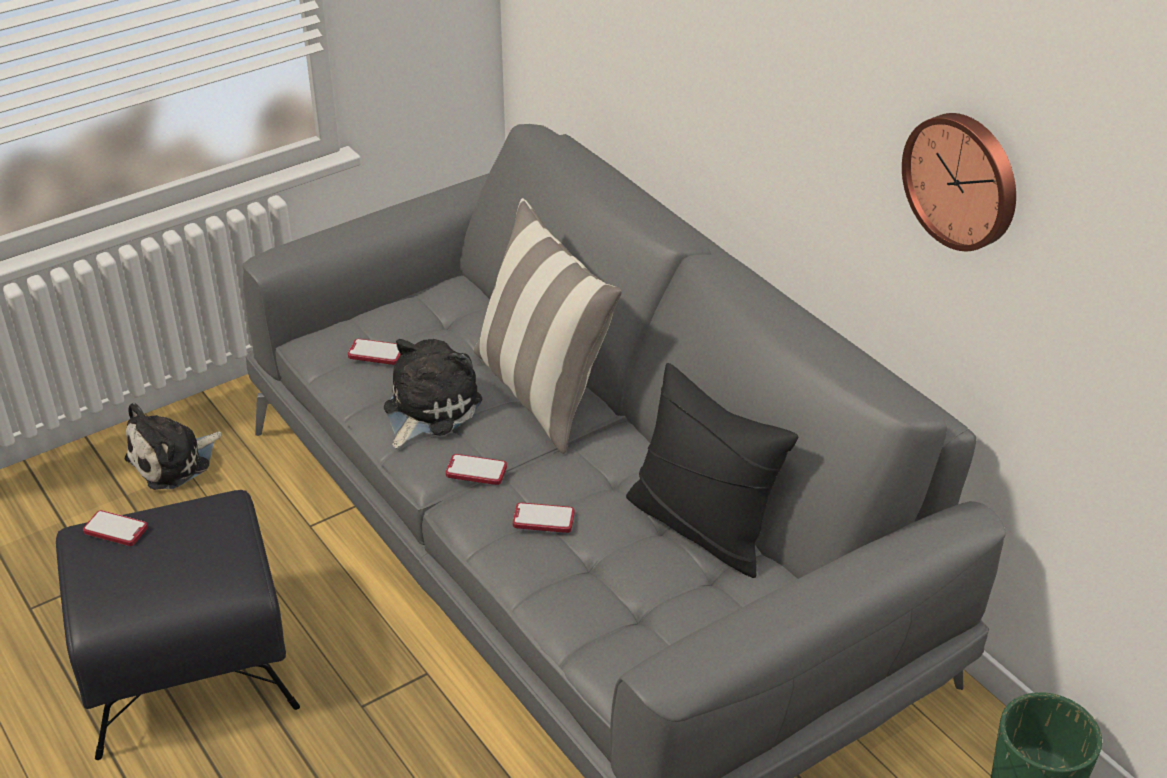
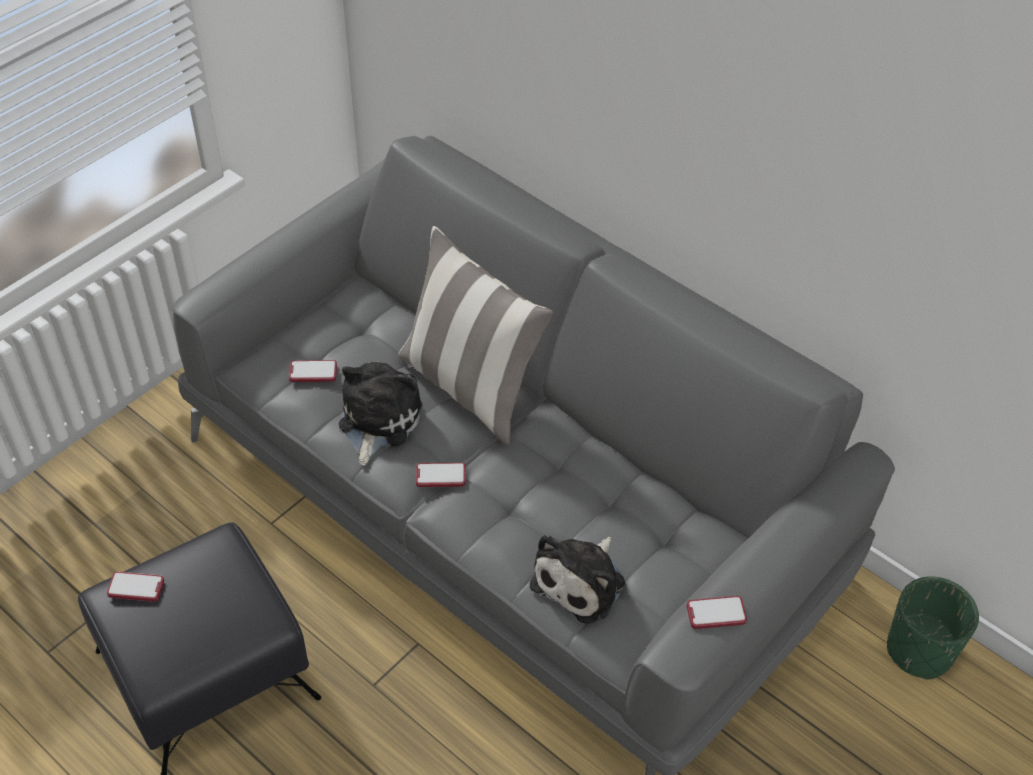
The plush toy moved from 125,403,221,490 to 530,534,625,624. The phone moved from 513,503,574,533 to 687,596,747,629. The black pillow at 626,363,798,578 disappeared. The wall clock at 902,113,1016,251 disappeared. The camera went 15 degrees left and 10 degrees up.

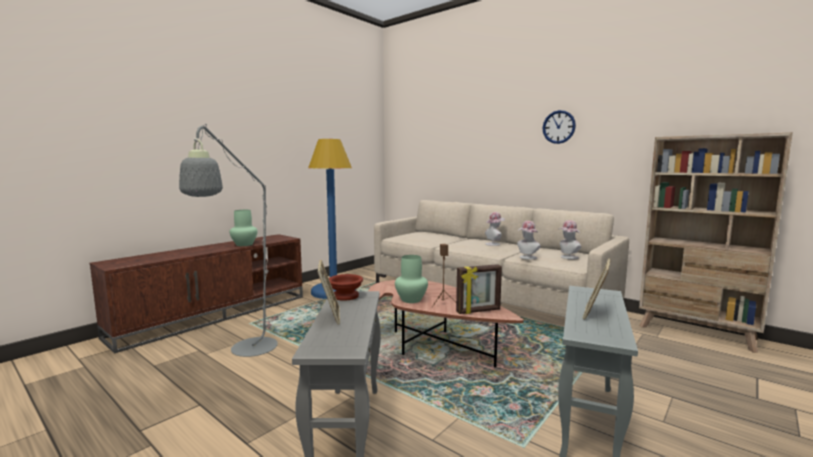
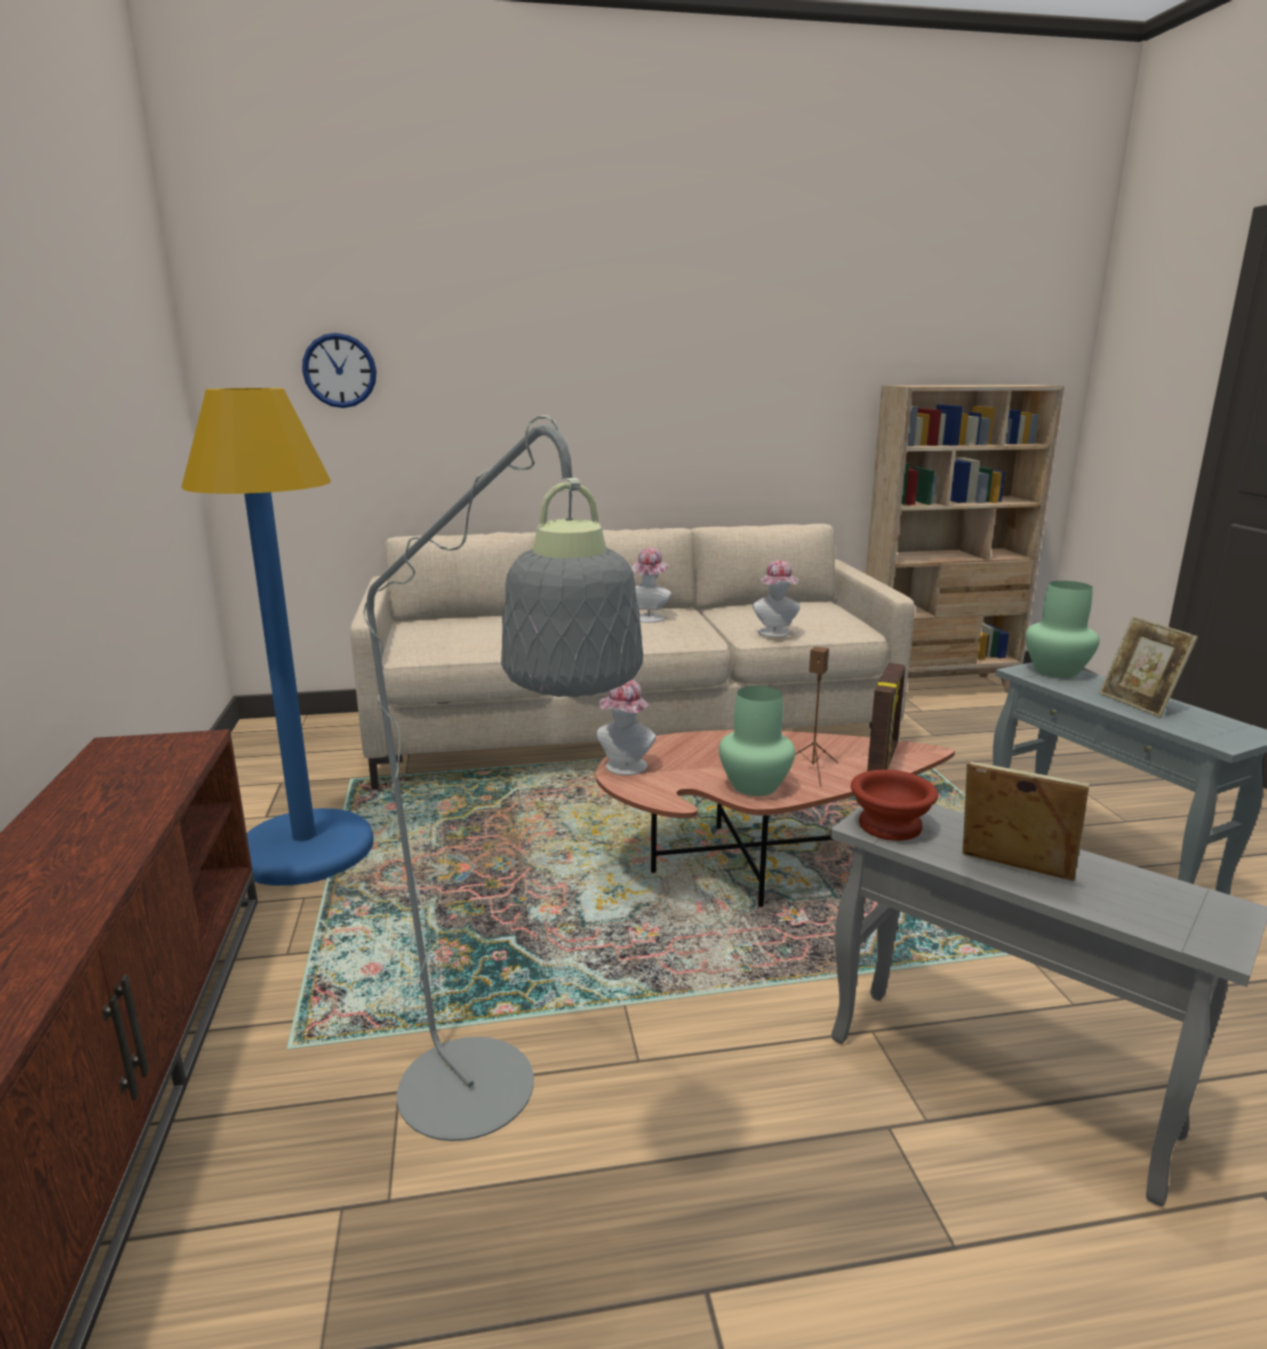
The wall clock moved from 543,110,576,144 to 302,333,377,408. The hat moved from 558,220,581,259 to 597,680,656,775. The green vase moved from 230,210,258,246 to 1025,581,1099,678. The camera went 50 degrees left and 10 degrees up.

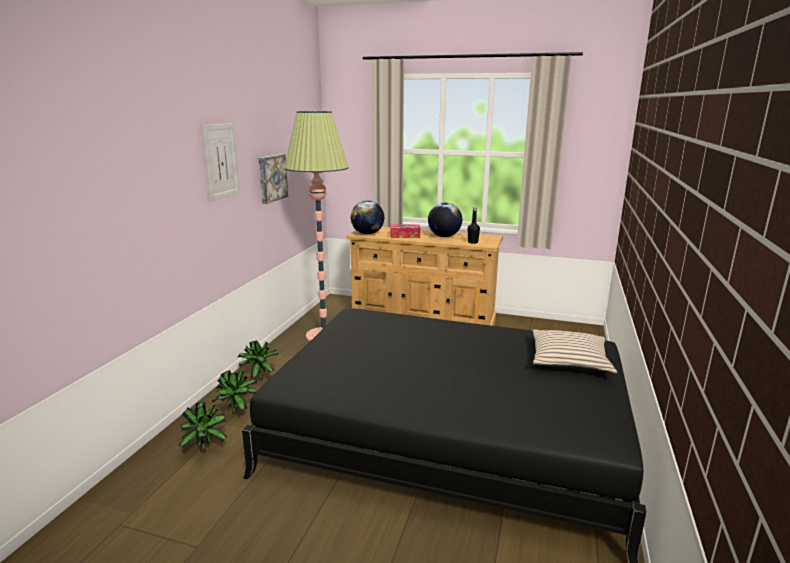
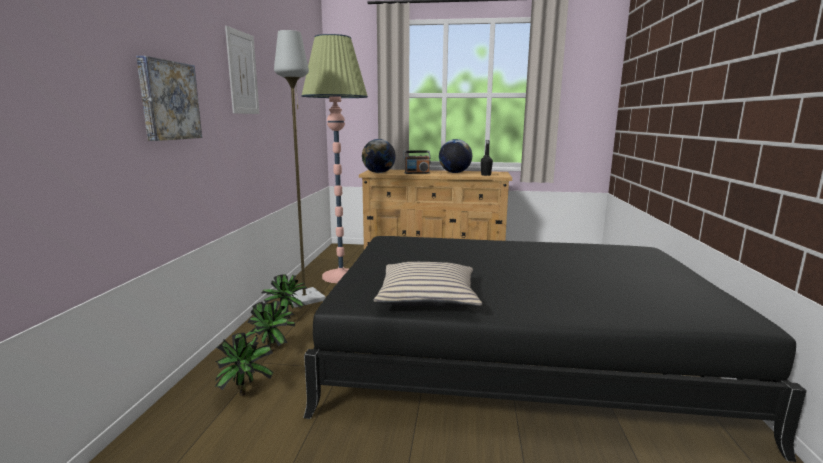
The picture moved from 259,154,288,204 to 136,56,202,141. The grey floor lamp at 274,30,326,308 appeared. The beige pillow moved from 532,329,617,374 to 374,262,482,308. The tissue box at 390,224,420,238 was replaced by the radio at 403,151,431,174. The camera went 10 degrees left and 5 degrees down.

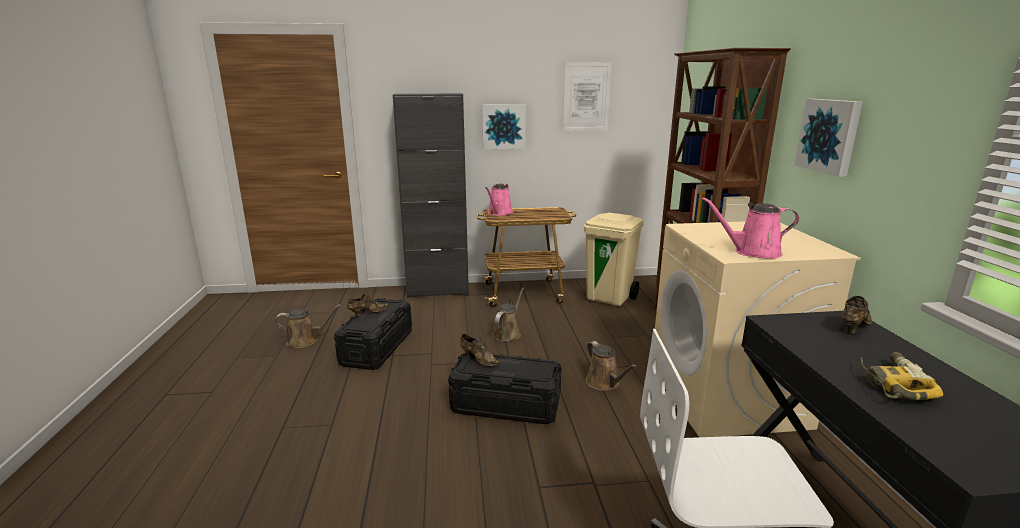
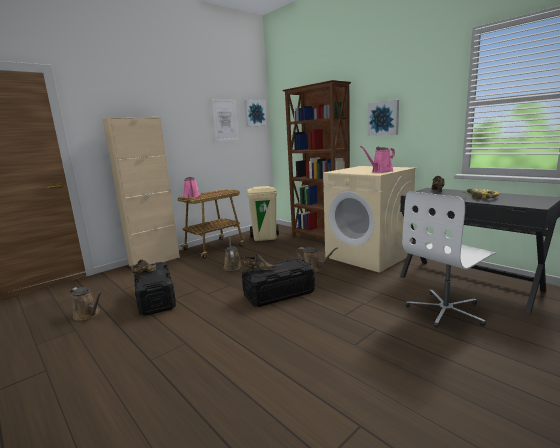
The brown watering can at 275,304,341,348 turned 75 degrees clockwise. The black cabinet at 393,93,469,298 became the beige cabinet at 103,117,180,267. The picture moved from 482,104,526,149 to 244,100,267,127. The camera went 35 degrees left and 5 degrees down.

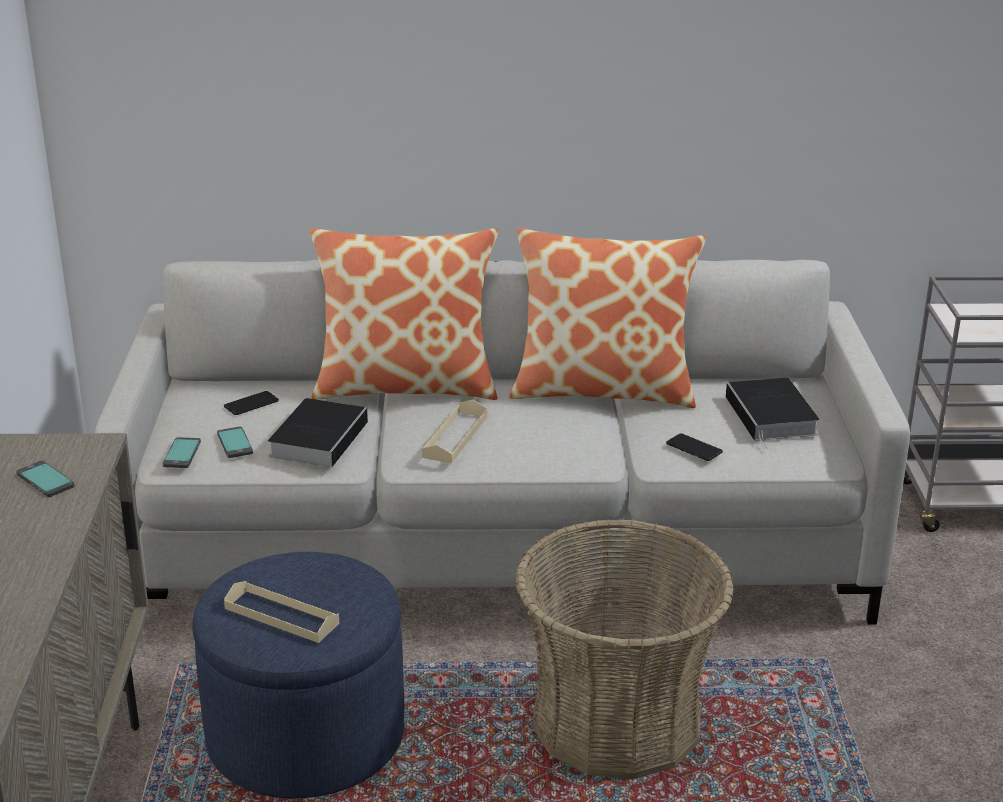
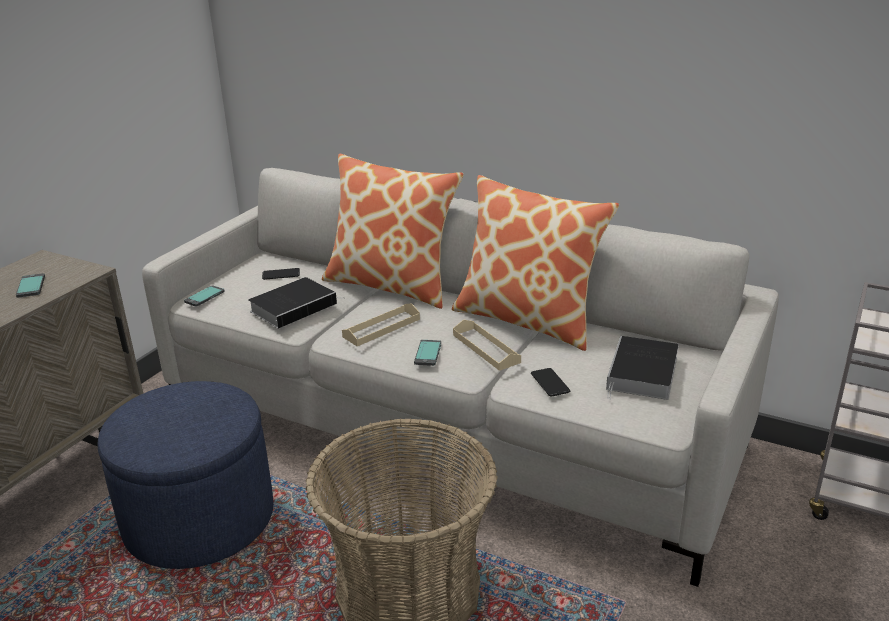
The phone moved from 217,426,253,458 to 414,340,441,366. The beige tray moved from 224,581,339,643 to 453,320,521,371. The camera went 30 degrees right and 0 degrees up.

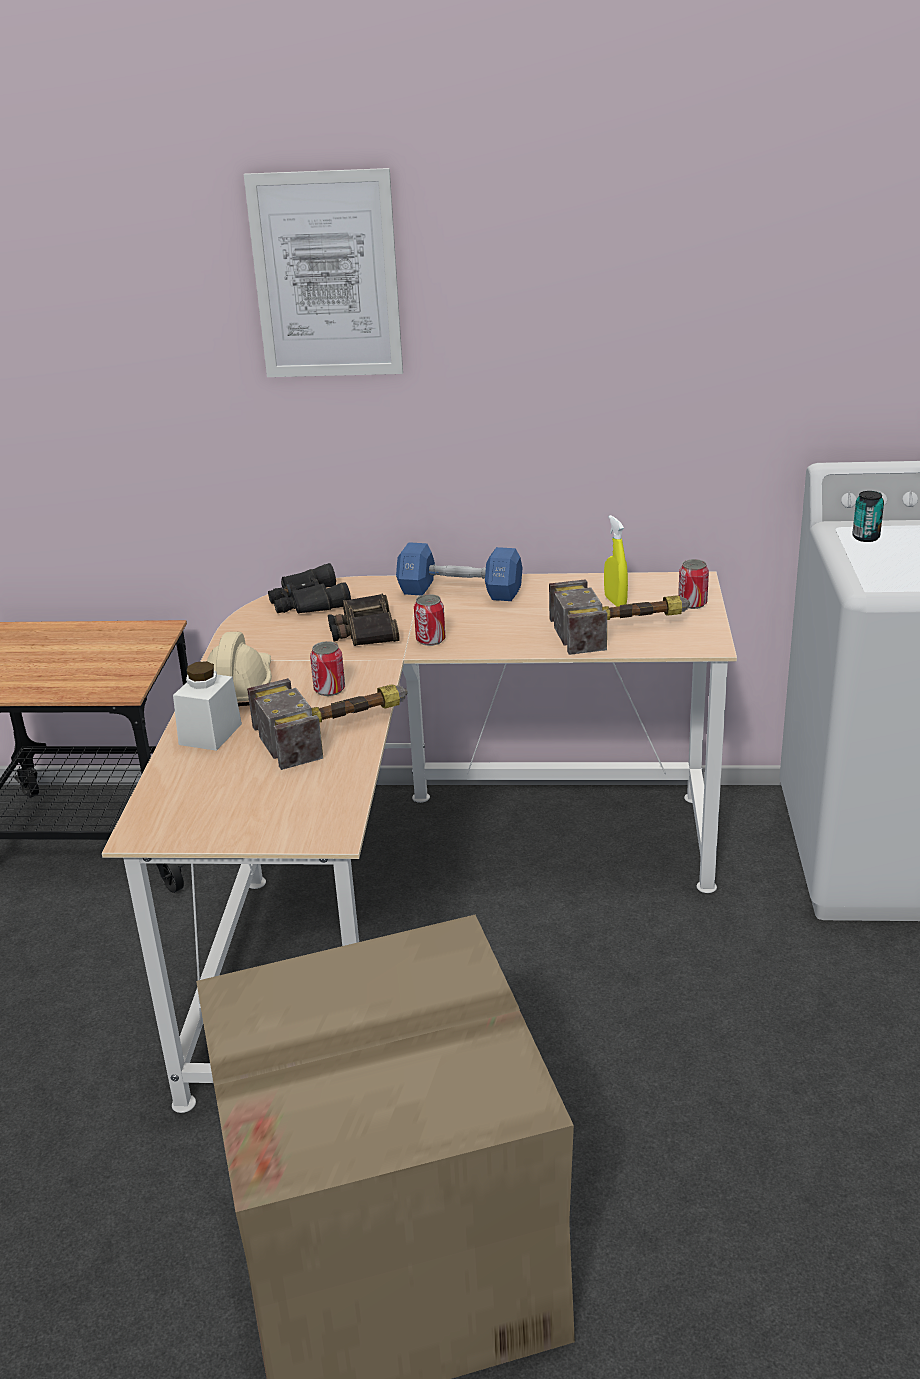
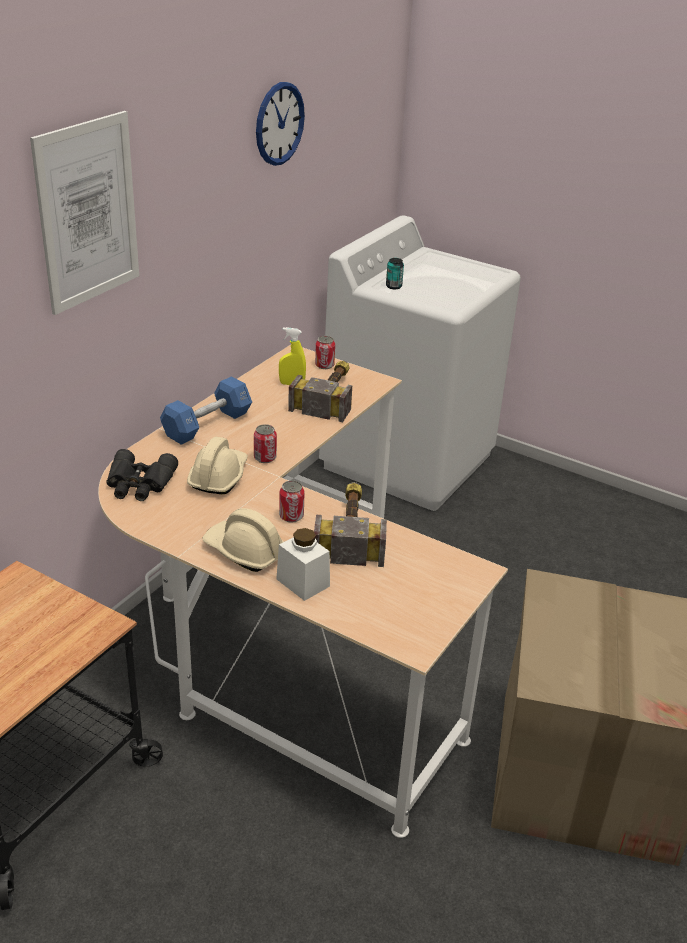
The binoculars at 328,593,400,646 was replaced by the beige hard hat at 187,437,248,494. The wall clock at 256,82,305,166 appeared. The camera went 65 degrees left and 5 degrees up.

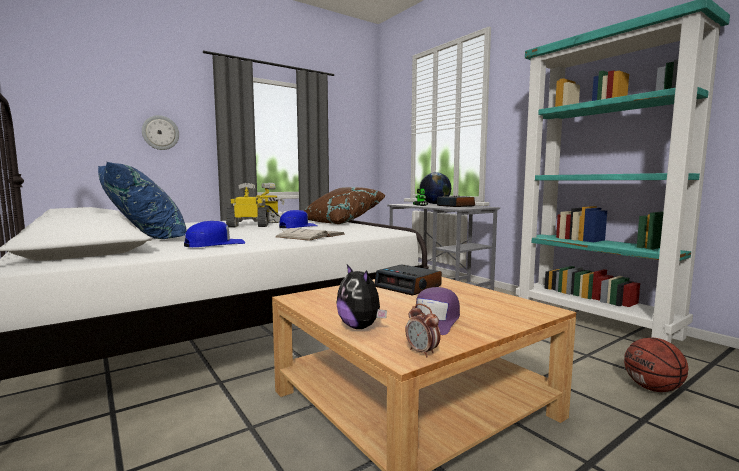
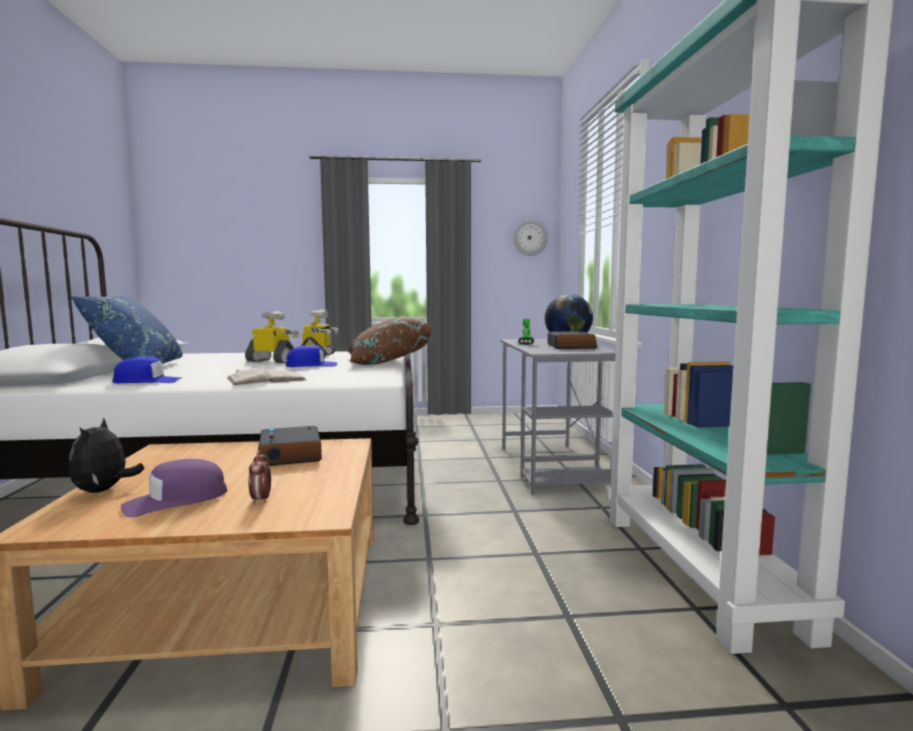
The alarm clock moved from 406,304,441,357 to 248,450,271,505. The wall clock moved from 142,115,179,150 to 513,220,548,256. The basketball at 624,338,688,392 disappeared. The camera went 30 degrees right and 0 degrees up.

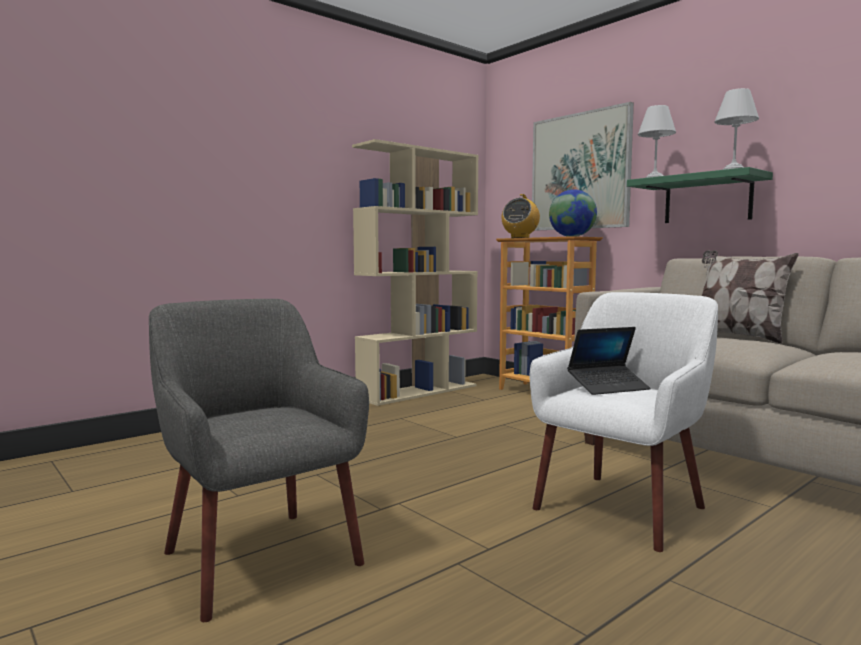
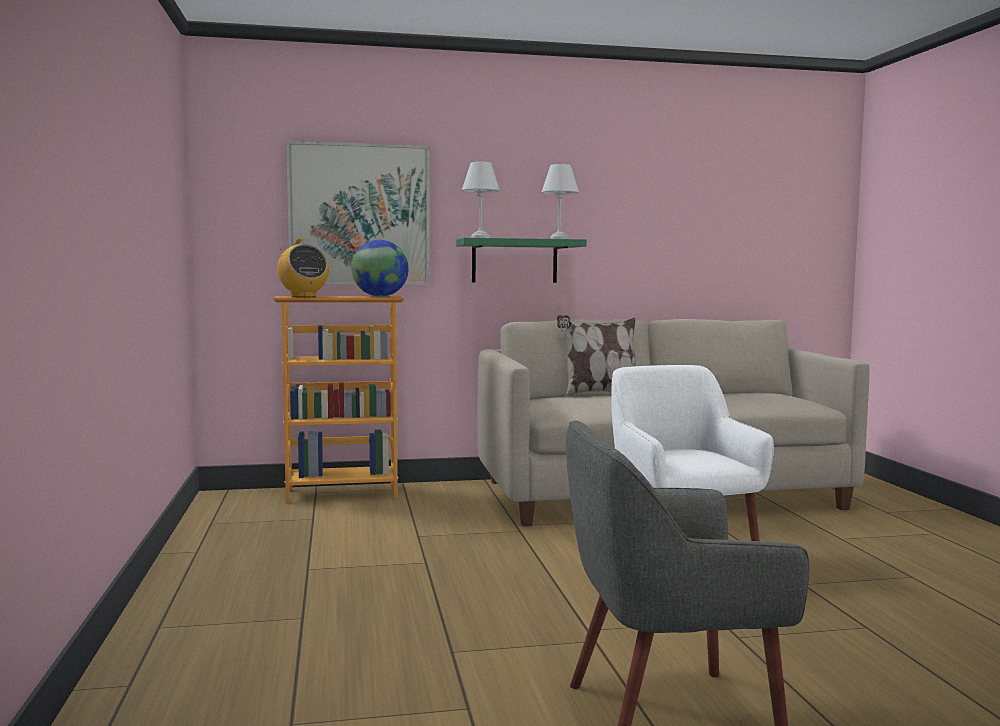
The beige bookcase at 352,139,479,406 disappeared. The laptop at 567,327,651,395 disappeared. The camera went 60 degrees left and 0 degrees up.

